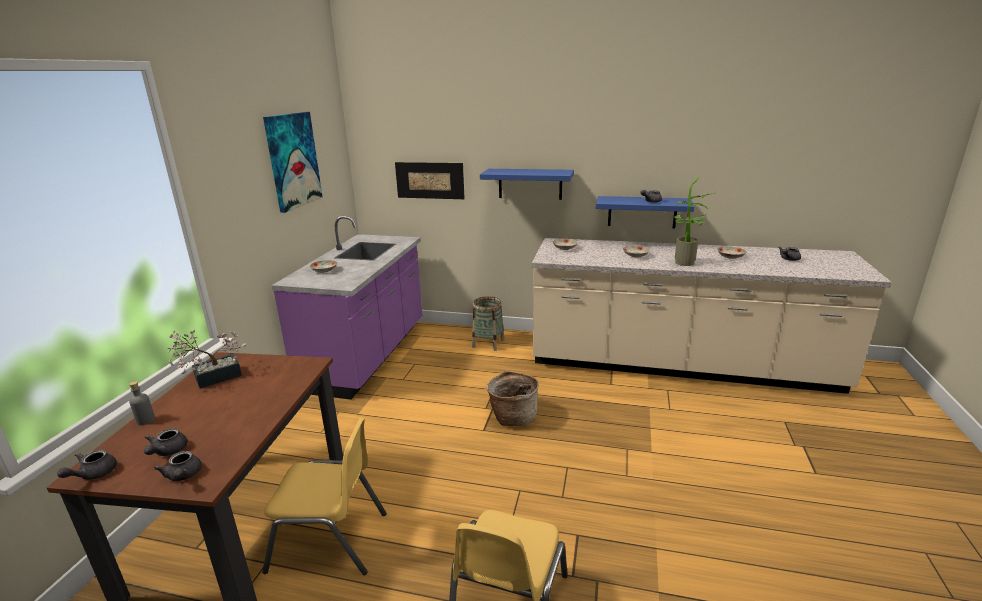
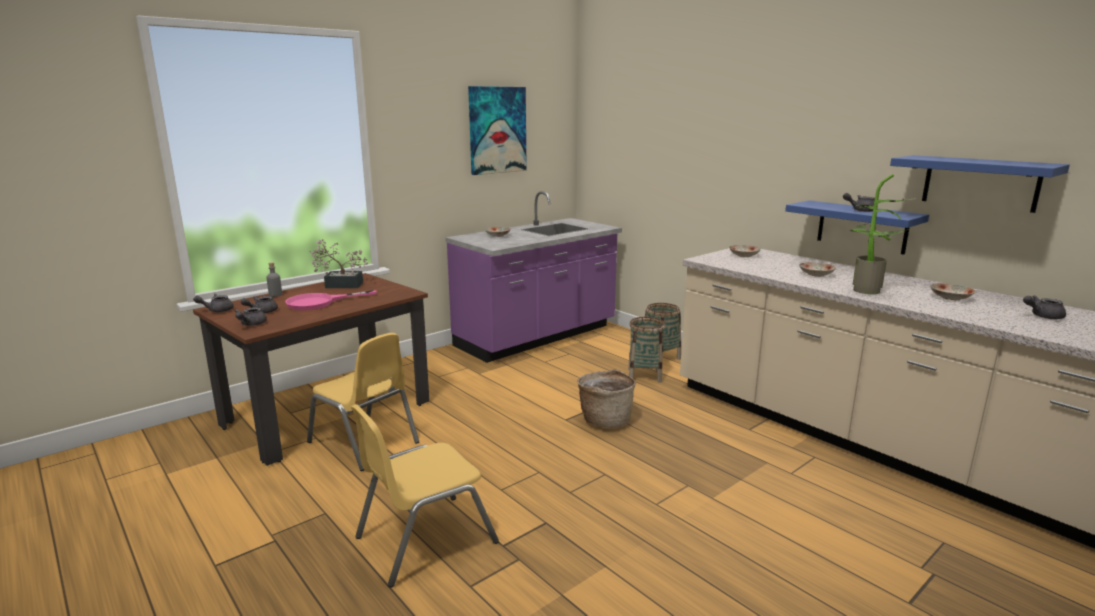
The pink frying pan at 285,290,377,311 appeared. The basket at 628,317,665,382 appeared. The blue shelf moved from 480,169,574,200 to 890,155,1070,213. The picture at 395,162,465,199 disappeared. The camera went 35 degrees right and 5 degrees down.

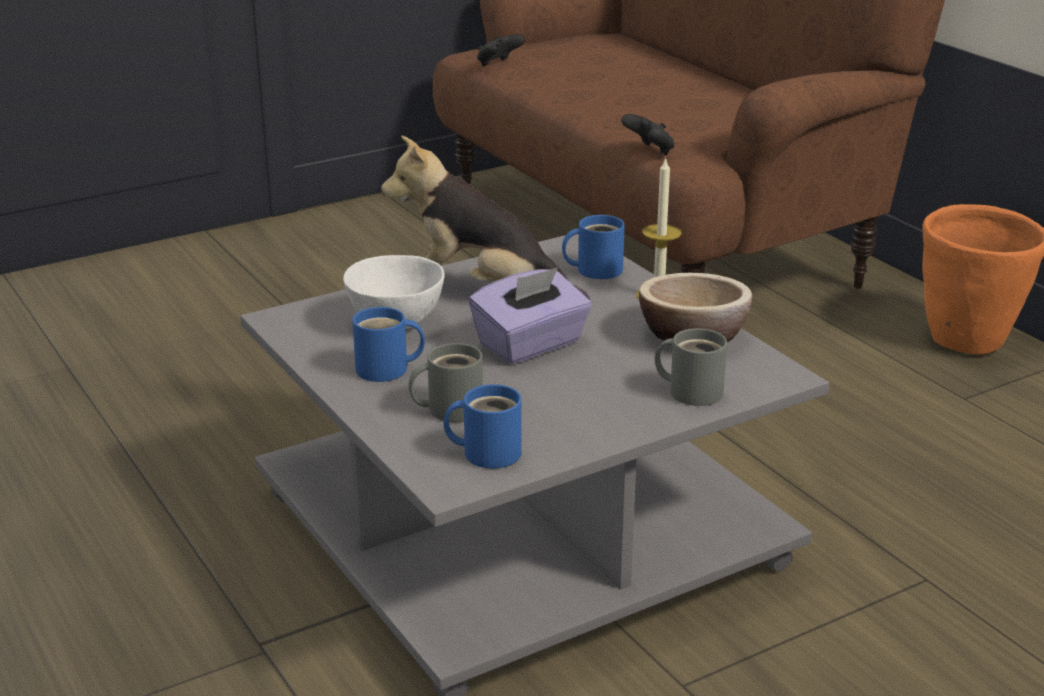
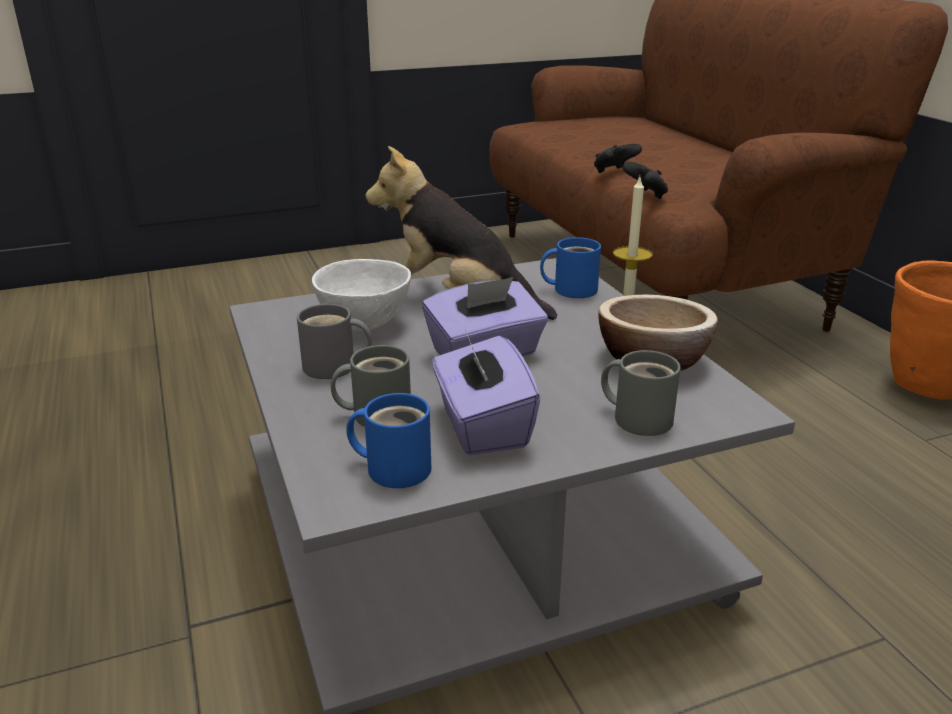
The blue mug at 352,307,425,382 became the grey mug at 297,304,372,379. The purple tissue box at 432,329,540,455 appeared. The black game controller moved from 477,34,525,66 to 594,144,642,173. The camera went 10 degrees right and 0 degrees up.

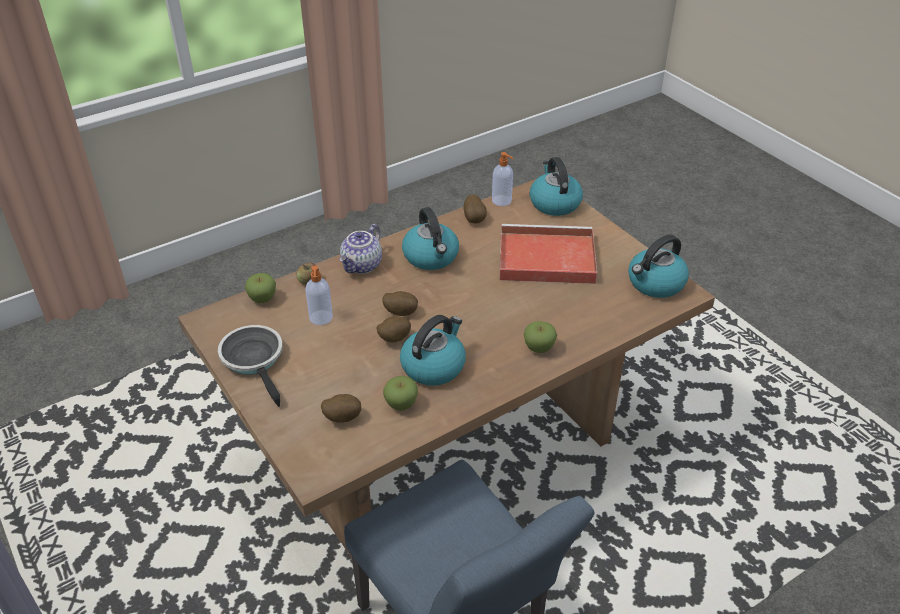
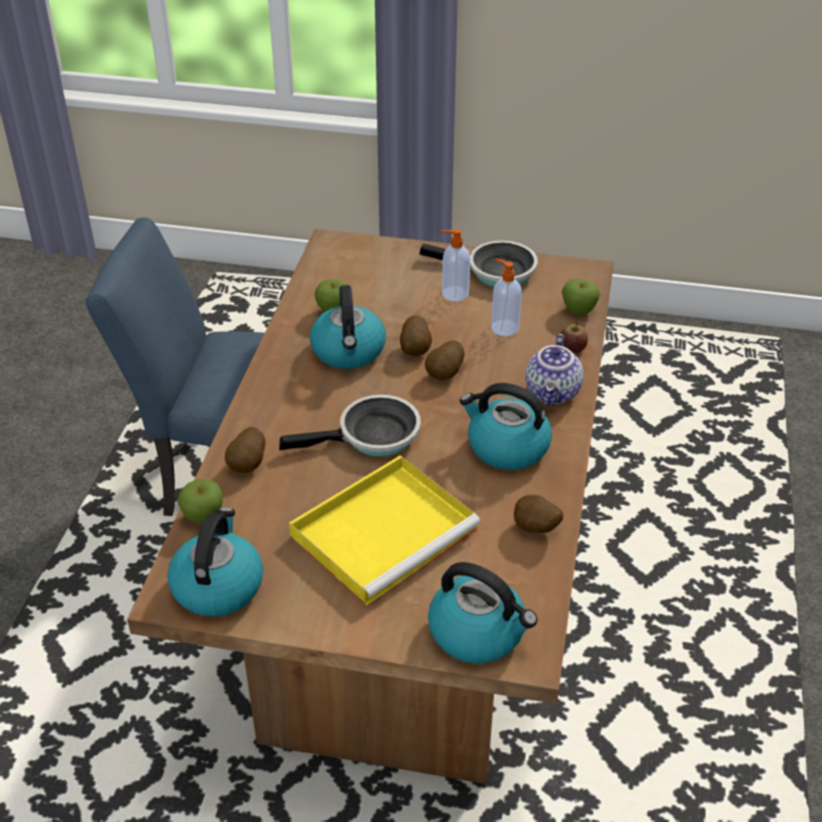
The apple moved from 524,321,557,353 to 178,479,223,524. The potato moved from 321,394,361,423 to 225,427,266,473. The frying pan at 279,395,421,456 appeared. The red tray at 500,224,597,284 became the yellow tray at 289,455,481,606. The soap dispenser moved from 492,152,513,206 to 441,229,470,302. The teapot at 339,224,382,274 turned 150 degrees counterclockwise. The camera went 135 degrees right and 0 degrees up.

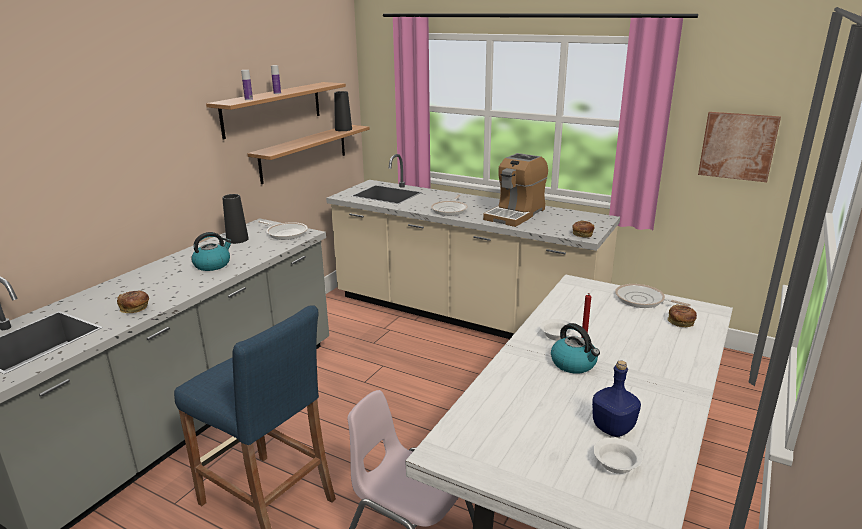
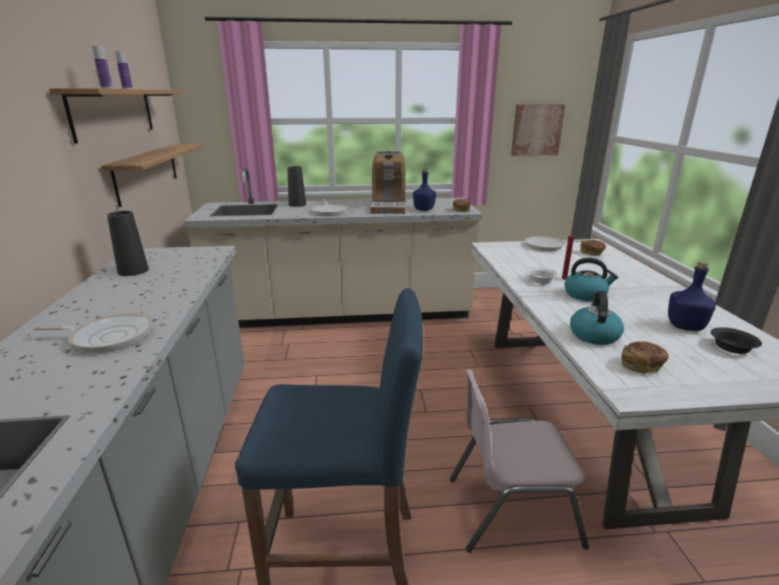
The frying pan moved from 258,220,308,240 to 33,313,153,353. The black vase moved from 334,91,352,131 to 287,166,306,207. The blue bottle at 413,169,436,211 appeared. The kettle moved from 191,232,232,271 to 570,291,624,345. The bread moved from 117,291,149,313 to 621,342,669,374. The white bowl at 593,438,643,474 became the black bowl at 711,327,762,354. The camera went 35 degrees left and 0 degrees up.

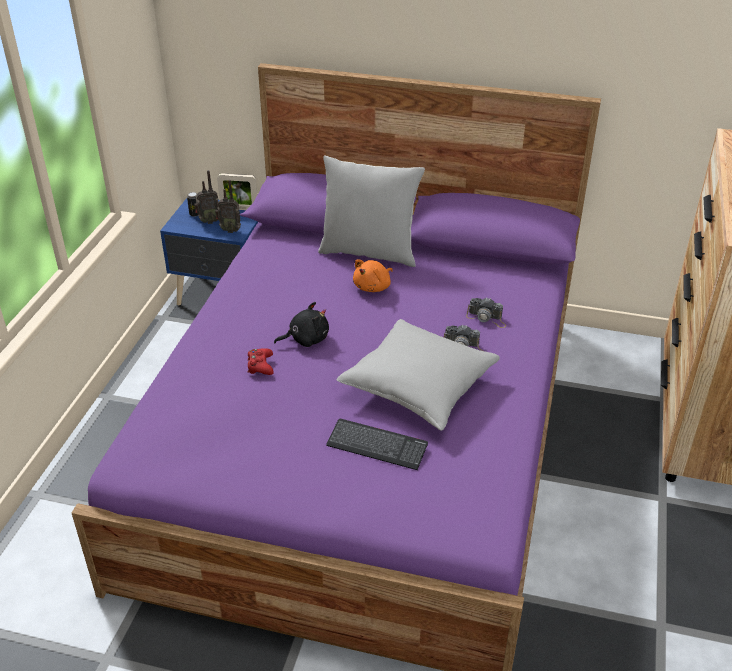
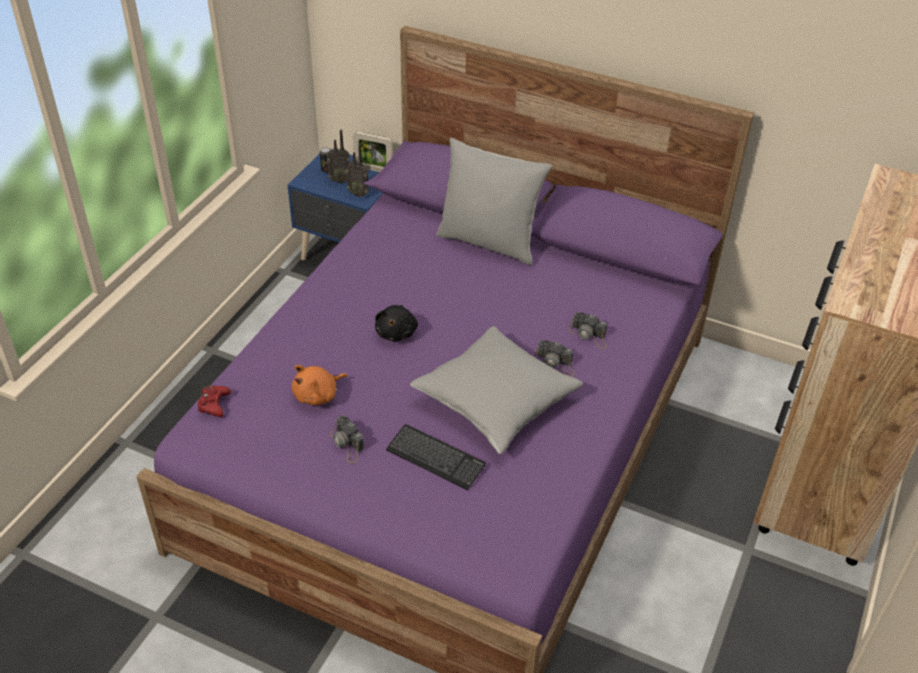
The red game controller moved from 248,348,274,375 to 198,385,231,417. The orange plush toy moved from 353,259,393,292 to 292,365,348,405. The photo camera at 330,415,364,463 appeared. The black plush toy at 274,302,329,347 turned 105 degrees clockwise. The camera went 10 degrees right and 5 degrees up.

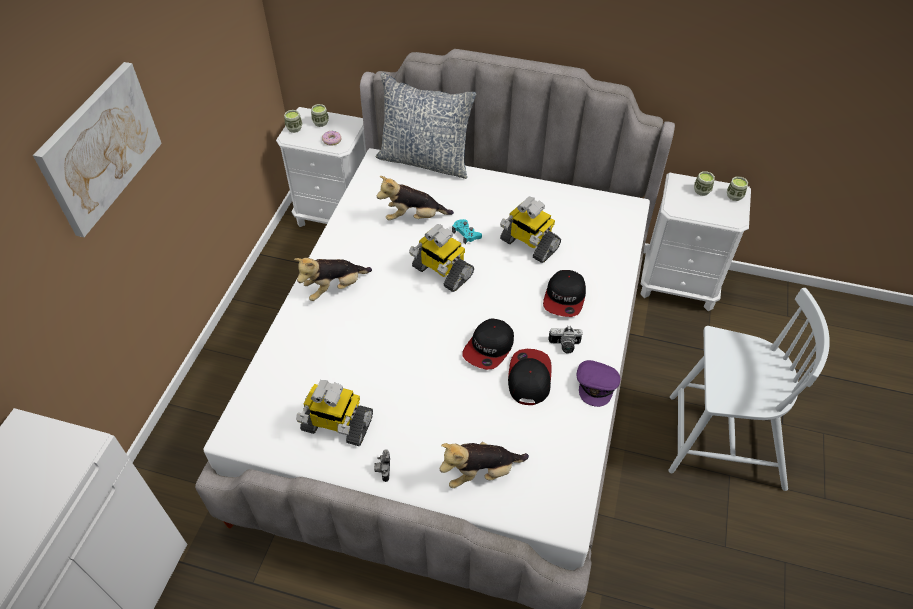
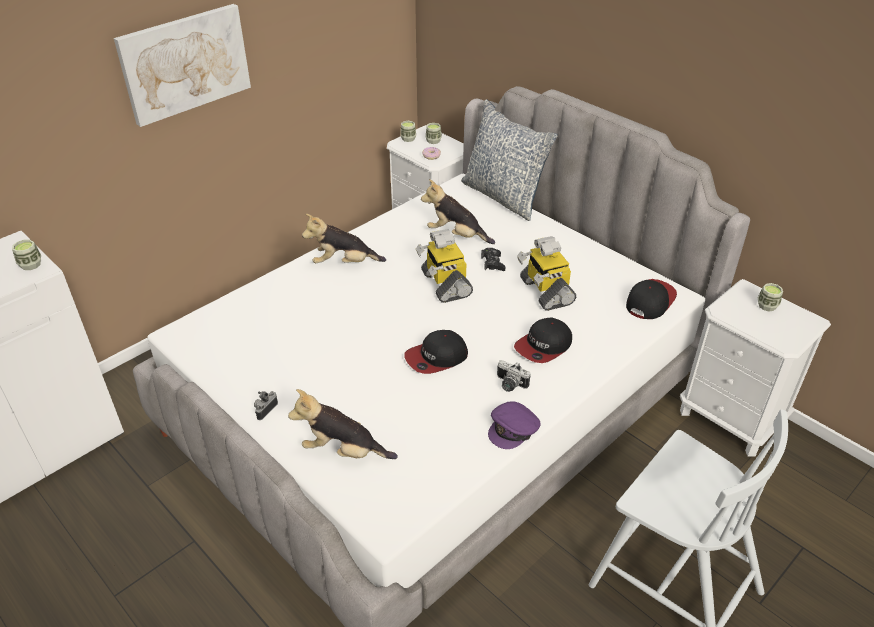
The cup moved from 727,176,748,201 to 12,240,41,270. The turquoise game controller at 452,219,482,244 became the black game controller at 481,248,506,271. The cap moved from 508,349,552,405 to 626,279,677,319. The toy robot at 296,380,373,446 disappeared. The camera went 30 degrees right and 10 degrees down.

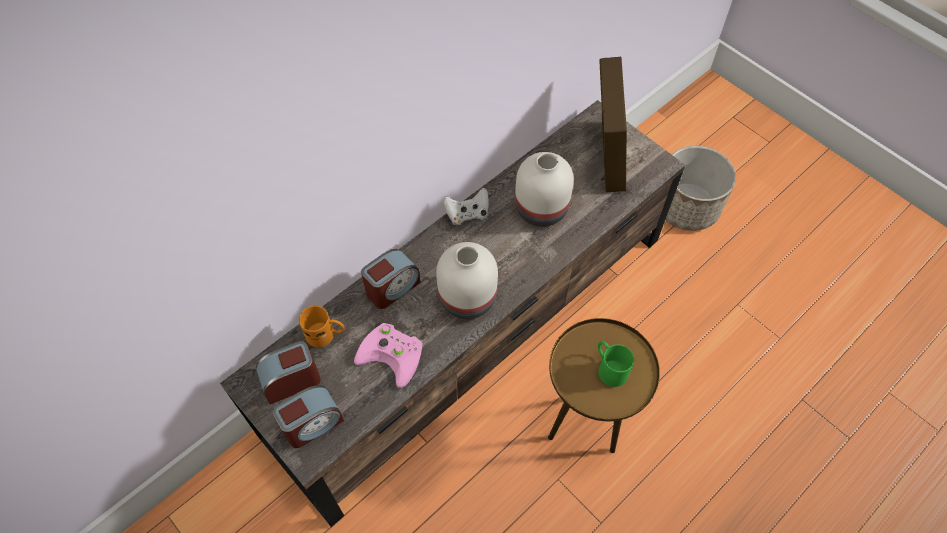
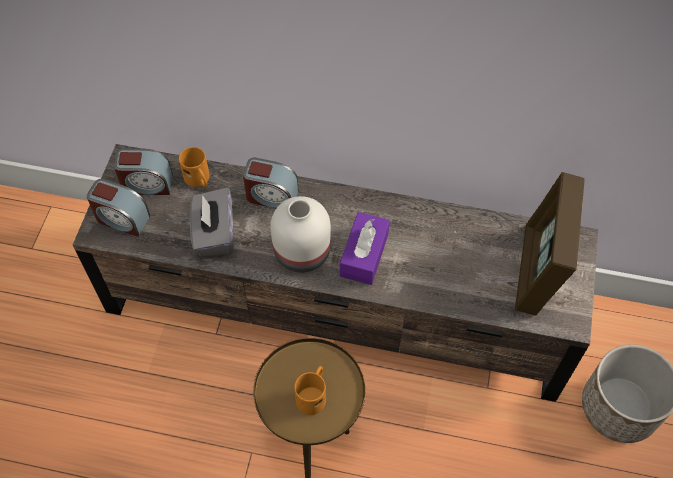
The alarm clock at 256,341,321,404 turned 150 degrees clockwise. The pink game controller at 354,323,422,388 was replaced by the grey tissue box at 190,188,234,256. The green mug at 598,341,634,387 became the orange mug at 294,366,326,415. The purple tissue box at 340,212,390,285 appeared. The picture frame at 599,56,627,192 turned 135 degrees clockwise. The white game controller at 443,188,489,225 disappeared. The white vase at 515,152,574,227 disappeared. The camera went 55 degrees right and 0 degrees up.

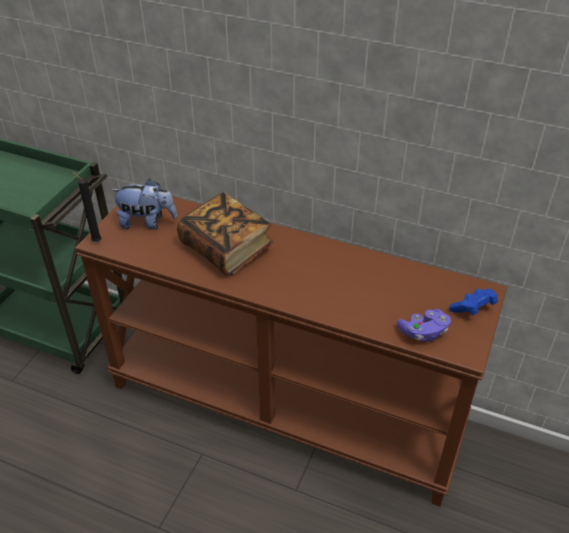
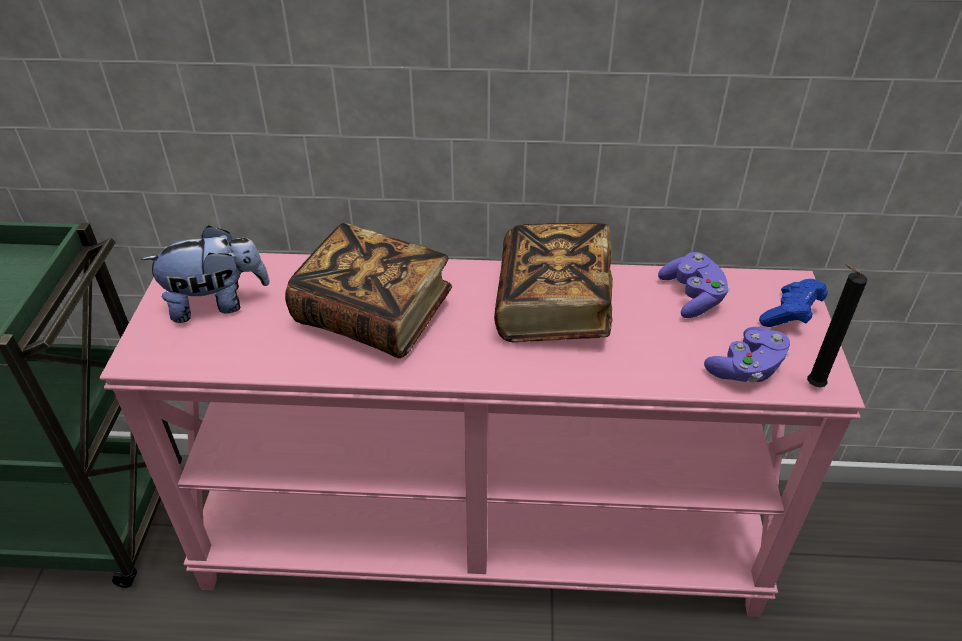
The brown console table at 75,196,507,507 became the pink console table at 100,253,865,617. The book at 494,223,613,342 appeared. The purple game controller at 658,252,729,318 appeared. The black candle moved from 72,172,101,242 to 807,264,867,387. The camera went 20 degrees left and 0 degrees up.

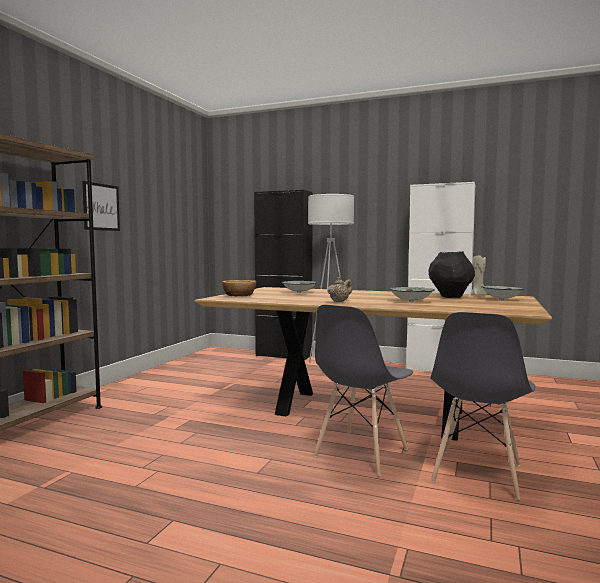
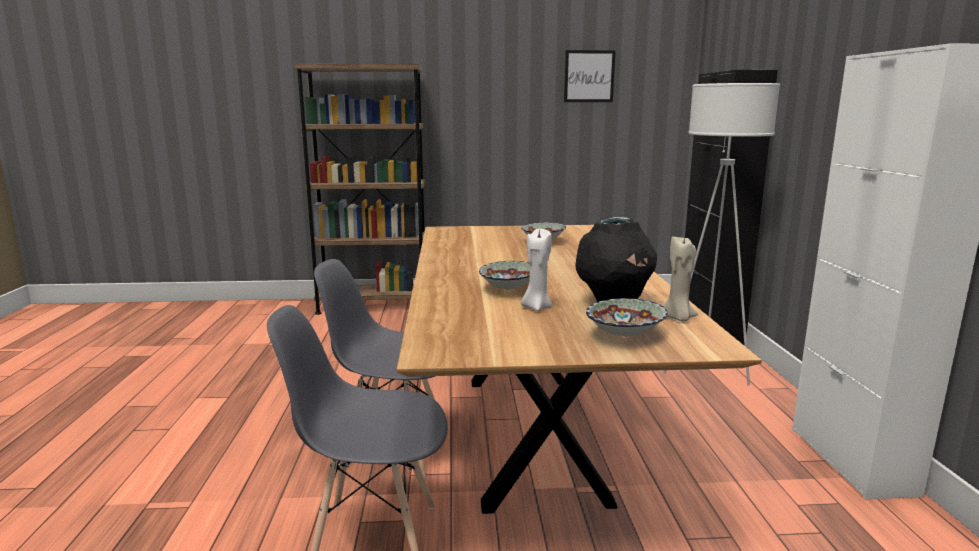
The white candle at 521,228,552,311 appeared. The picture moved from 82,181,120,231 to 564,50,616,102. The bowl at 222,280,256,296 disappeared. The beige teapot at 328,277,353,302 disappeared. The camera went 65 degrees right and 10 degrees up.

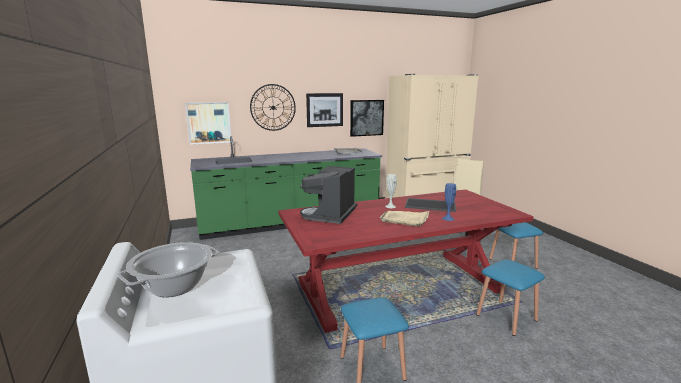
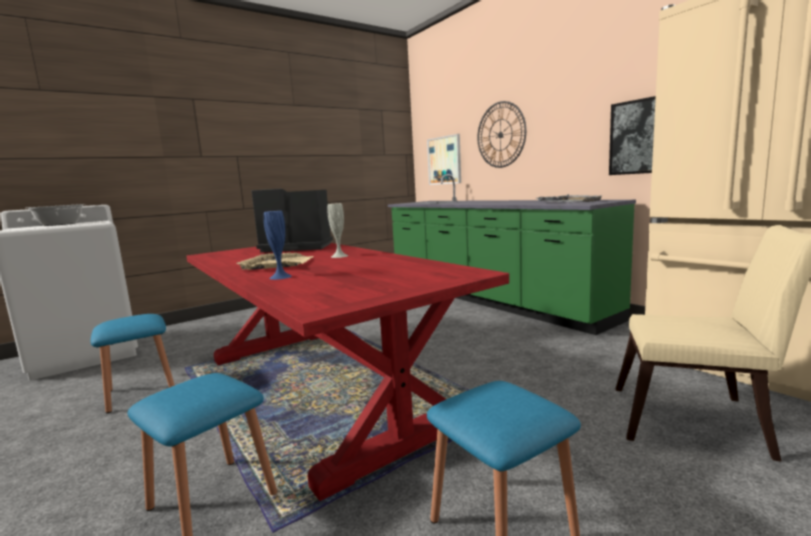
The picture at 306,93,343,127 disappeared. The tray at 405,198,456,212 disappeared. The camera went 75 degrees right and 5 degrees down.

